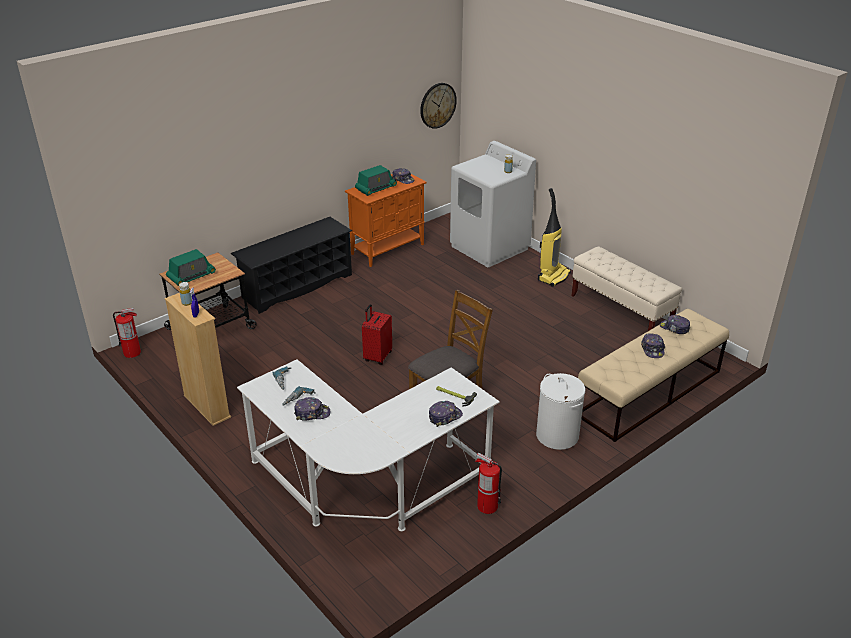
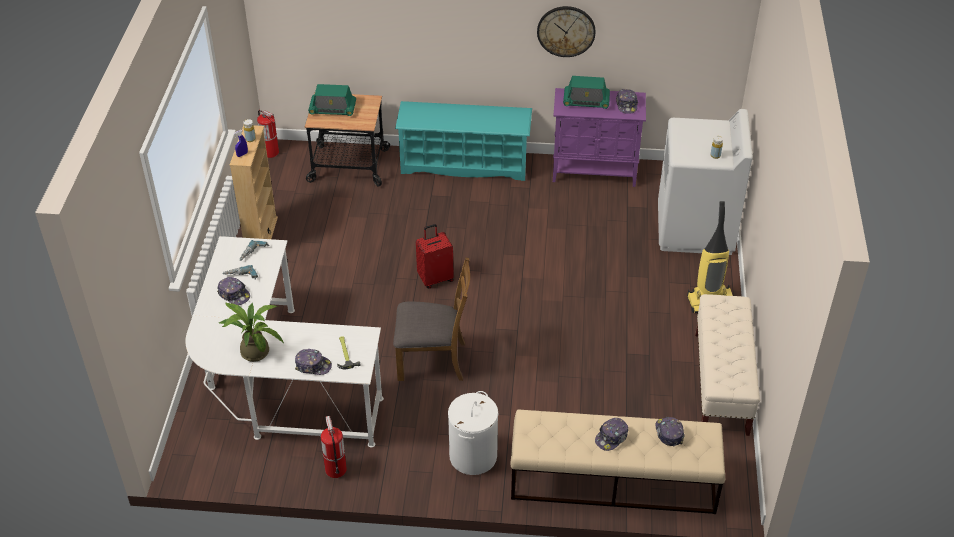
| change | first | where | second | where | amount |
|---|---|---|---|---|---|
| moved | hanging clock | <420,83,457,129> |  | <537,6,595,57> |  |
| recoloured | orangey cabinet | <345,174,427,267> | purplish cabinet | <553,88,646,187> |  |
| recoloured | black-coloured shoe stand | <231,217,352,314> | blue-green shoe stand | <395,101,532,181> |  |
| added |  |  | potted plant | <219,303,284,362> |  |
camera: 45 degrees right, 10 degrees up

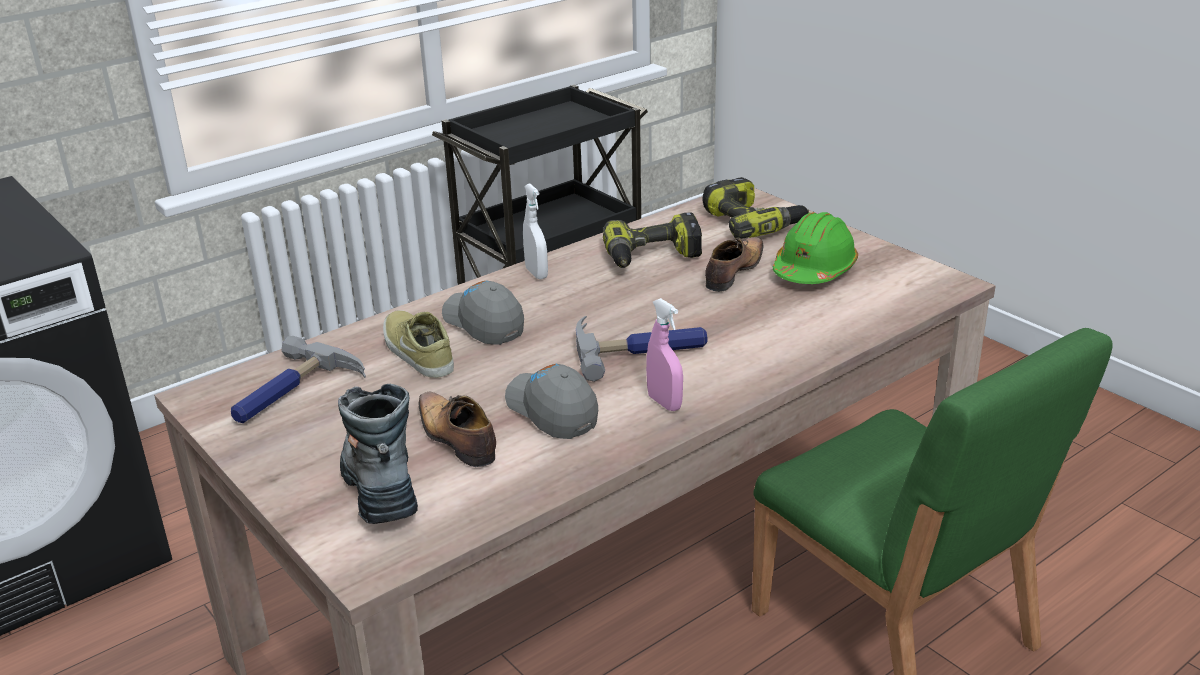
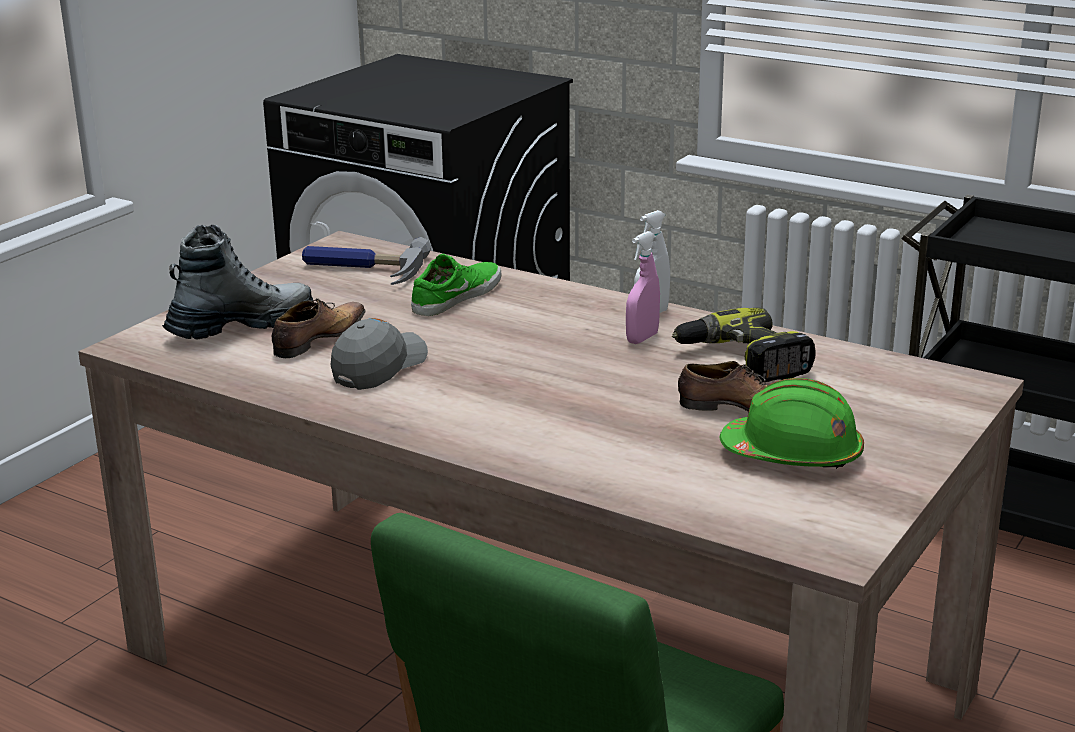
| change | first | where | second | where | amount |
|---|---|---|---|---|---|
| removed | power drill | <702,177,810,239> |  |  |  |
| removed | grey baseball cap | <442,280,524,345> |  |  |  |
| moved | pinkish sprayer | <646,298,683,411> |  | <626,231,660,344> |  |
| recoloured | beige low shoe | <383,310,454,378> | green-coloured low shoe | <411,254,501,316> |  |
| removed | hand hammer | <576,316,707,382> |  |  |  |
camera: 70 degrees right, 5 degrees down

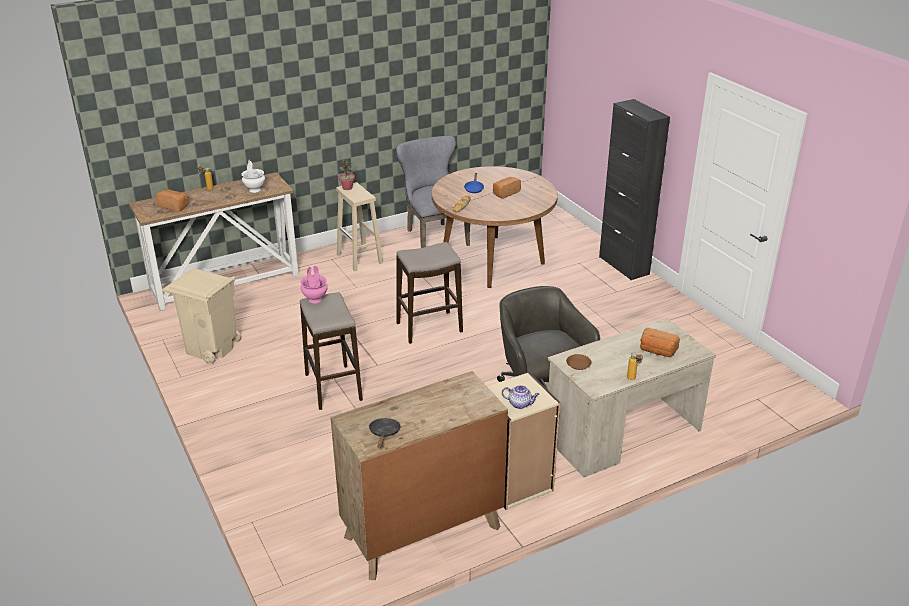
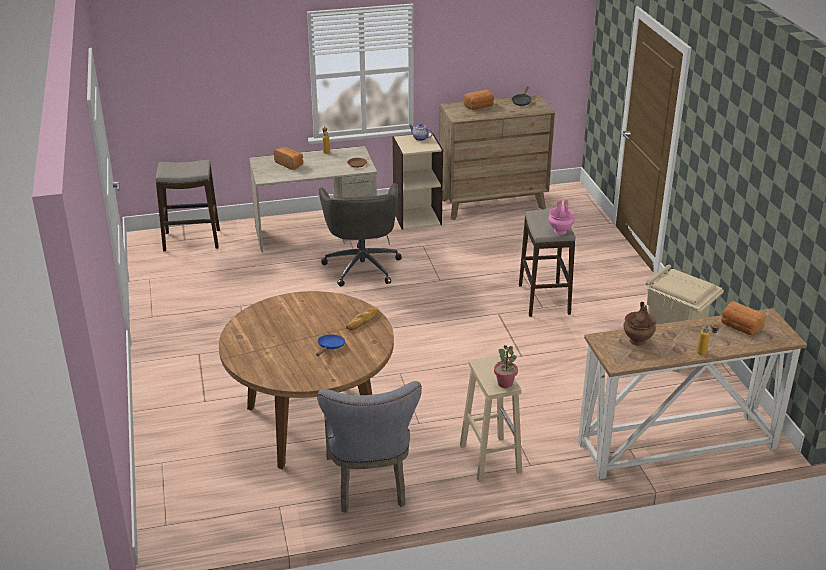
| change | first | where | second | where | amount |
|---|---|---|---|---|---|
| removed | black-coloured cabinet | <599,99,670,280> |  |  |  |
| recoloured | white decorative vase | <242,159,265,193> | brown decorative vase | <623,302,656,346> |  |
| moved | bread | <493,177,521,199> |  | <464,90,494,110> |  |
| moved | stool seat | <396,242,463,344> |  | <155,160,220,252> |  |
camera: 165 degrees left, 0 degrees up

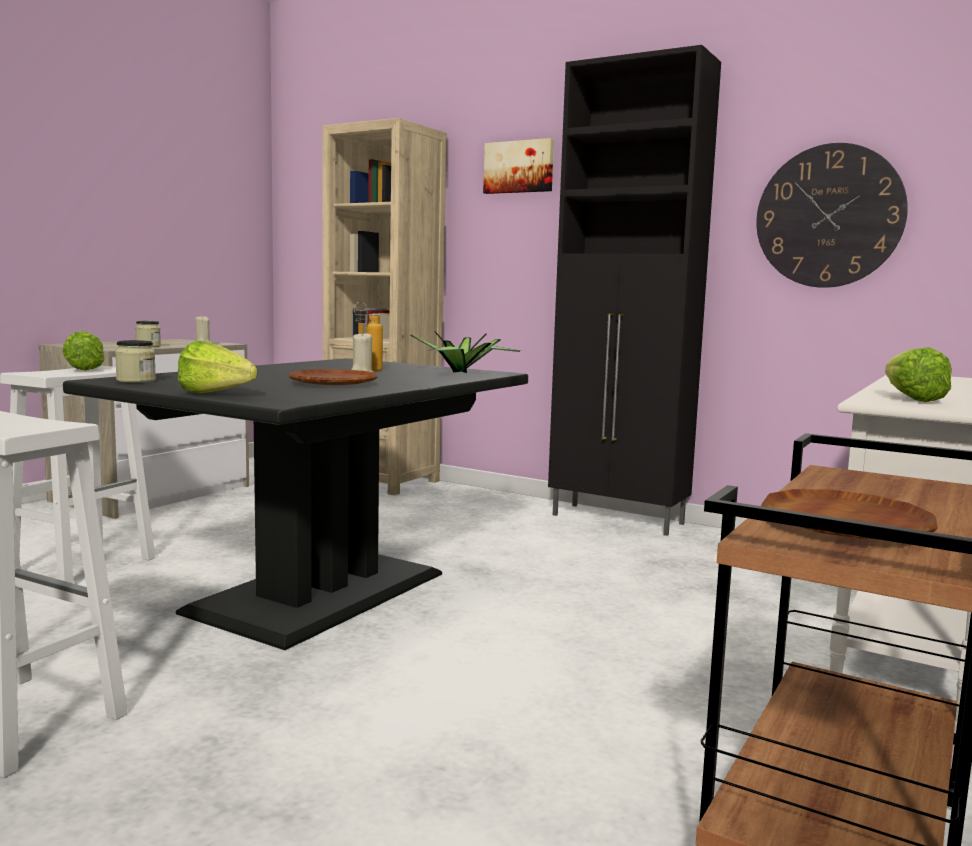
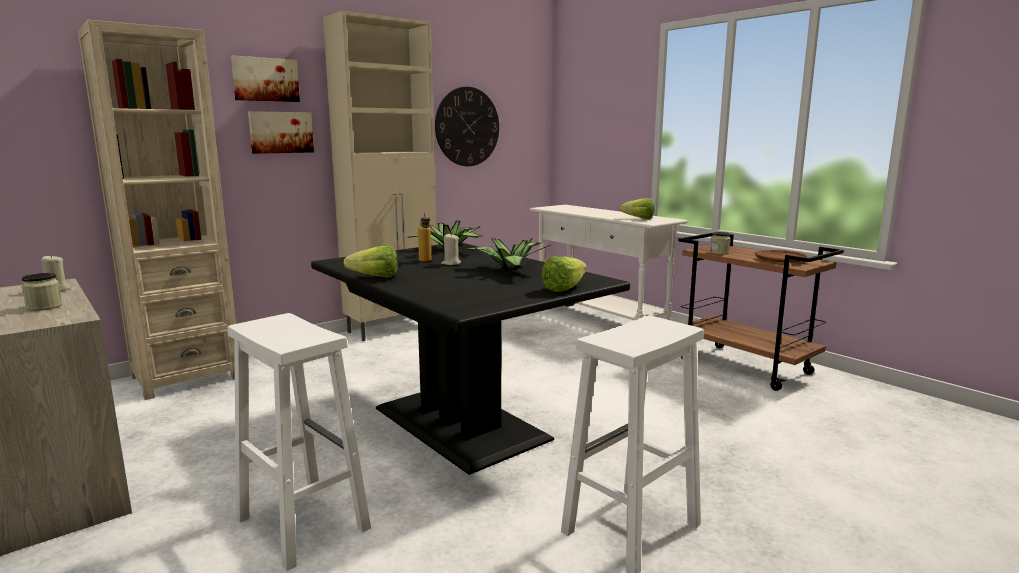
| change | first | where | second | where | amount |
|---|---|---|---|---|---|
| recoloured | black-coloured cabinet | <548,45,721,536> | beige cabinet | <323,11,437,341> |  |
| moved | lettuce head | <62,331,105,370> |  | <344,245,398,278> |  |
| moved | jar | <115,340,156,383> |  | <710,232,731,254> |  |
| replaced | brown plate | <289,369,377,385> | potted plant | <465,238,550,271> |  |
| added |  |  | picture | <248,111,314,154> |  |
camera: 70 degrees left, 5 degrees up

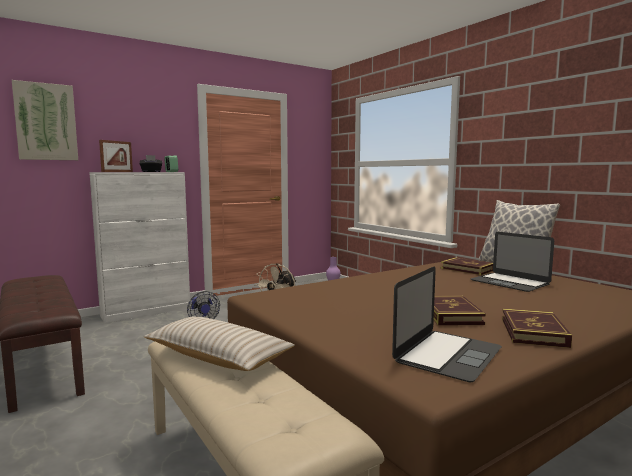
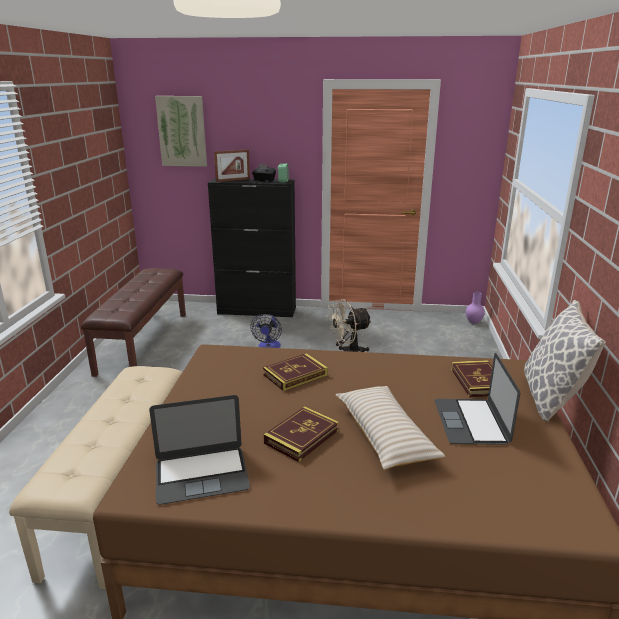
| change | first | where | second | where | amount |
|---|---|---|---|---|---|
| recoloured | white cabinet | <89,172,190,323> | black-coloured cabinet | <208,178,296,317> |  |
| moved | volume | <502,309,572,348> |  | <263,353,328,391> |  |
| moved | beige cushion | <144,316,295,371> |  | <335,386,445,470> |  |
camera: 40 degrees right, 15 degrees up

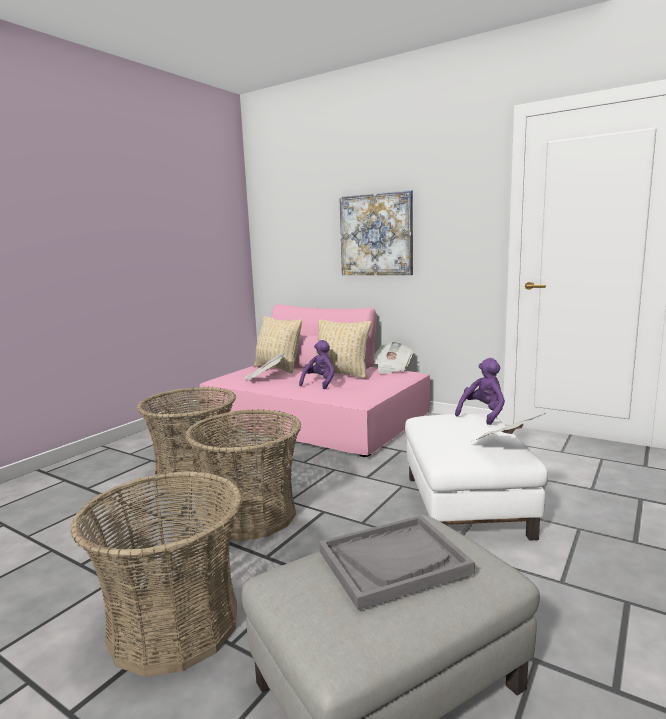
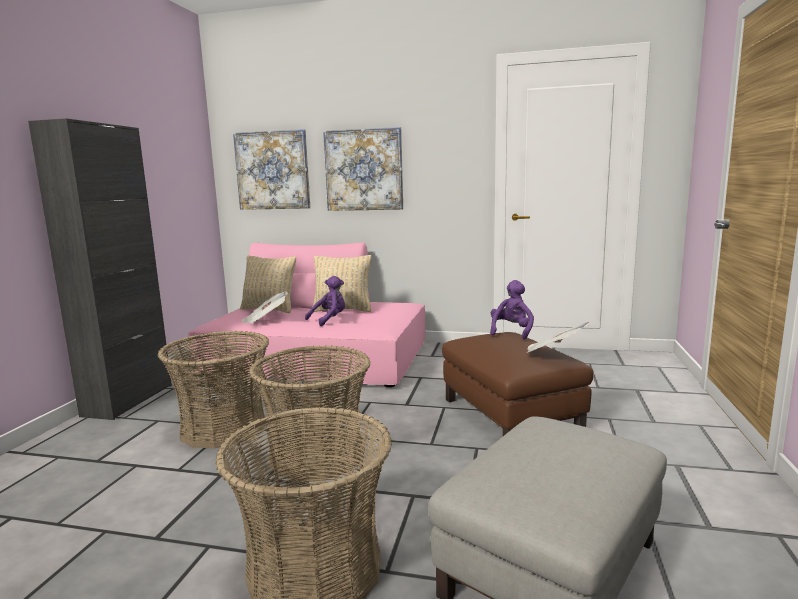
| change | first | where | second | where | amount |
|---|---|---|---|---|---|
| turned | purplish cuddly toy | <299,340,335,389> |  | <305,276,345,326> | 45 degrees clockwise |
| removed | printed paper | <373,342,413,374> |  |  |  |
| recoloured | white ottoman | <405,414,548,540> | brown ottoman | <442,332,593,437> |  |
| removed | grey tray | <319,515,475,610> |  |  |  |
| added |  |  | black-coloured cabinet | <28,118,172,420> |  |
| added |  |  | picture | <233,129,310,210> |  |
camera: 20 degrees left, 0 degrees up

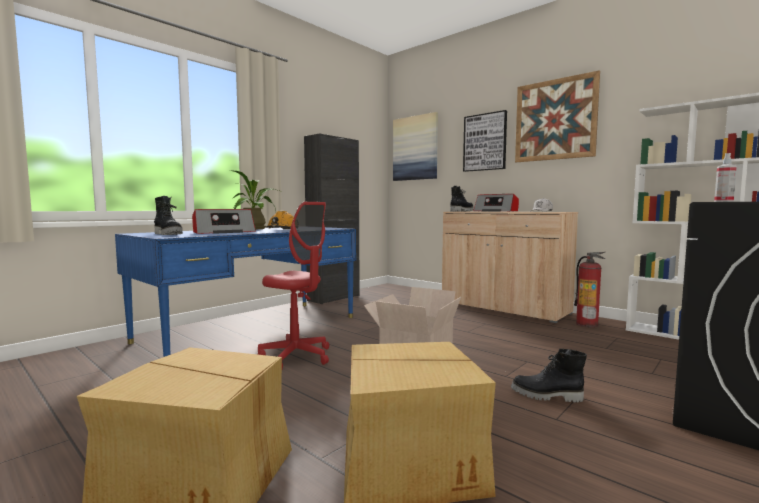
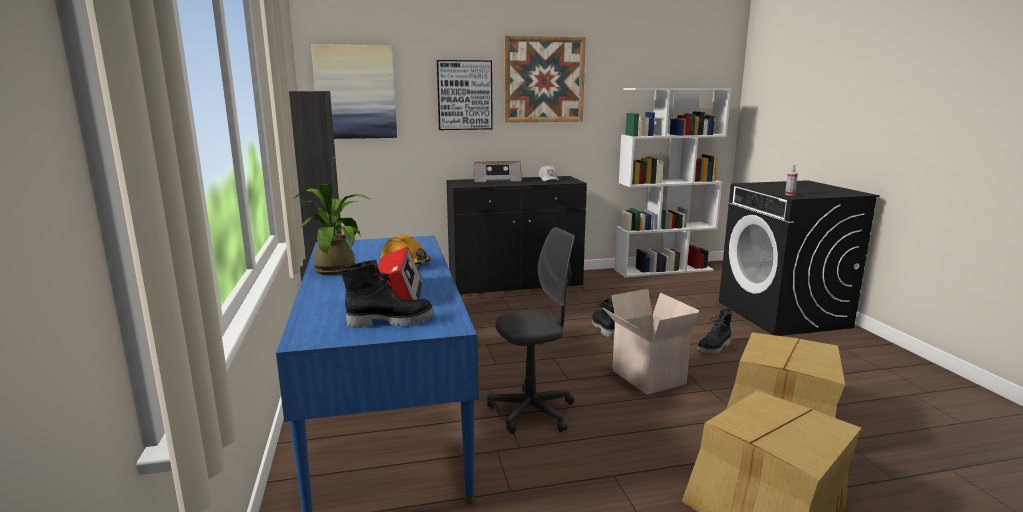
| change | first | where | second | where | amount |
|---|---|---|---|---|---|
| moved | black-coloured tall boot | <450,186,474,211> |  | <592,298,615,337> |  |
| recoloured | red office chair | <258,202,329,369> | grey office chair | <487,227,575,434> |  |
| recoloured | beige cabinet | <442,212,578,323> | black-coloured cabinet | <446,176,587,296> |  |
| removed | extinguisher | <574,252,605,328> |  |  |  |
camera: 55 degrees left, 10 degrees up

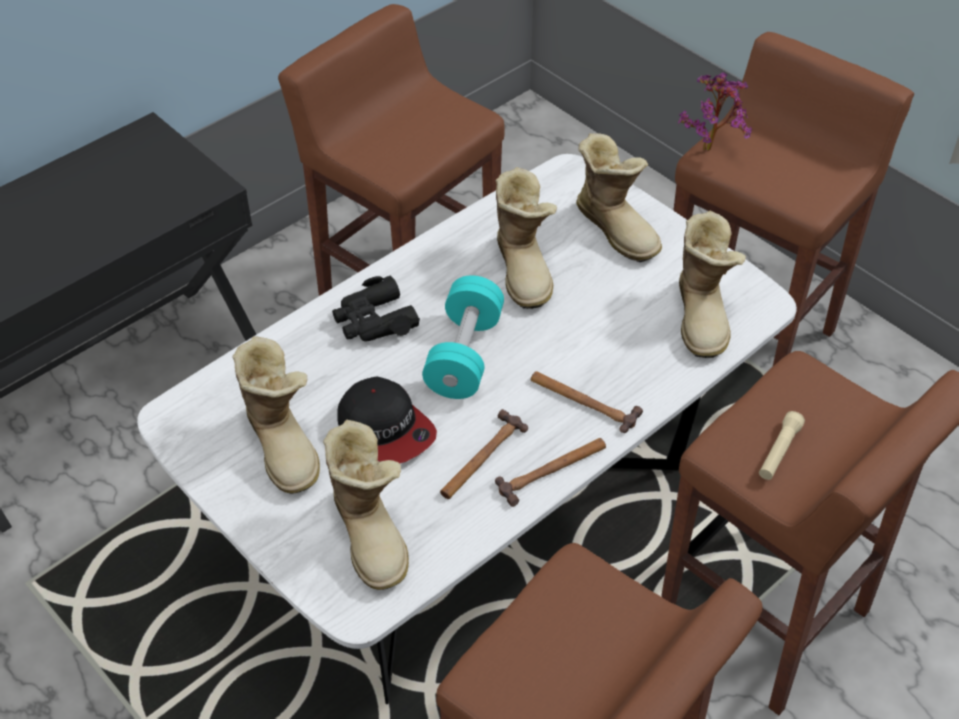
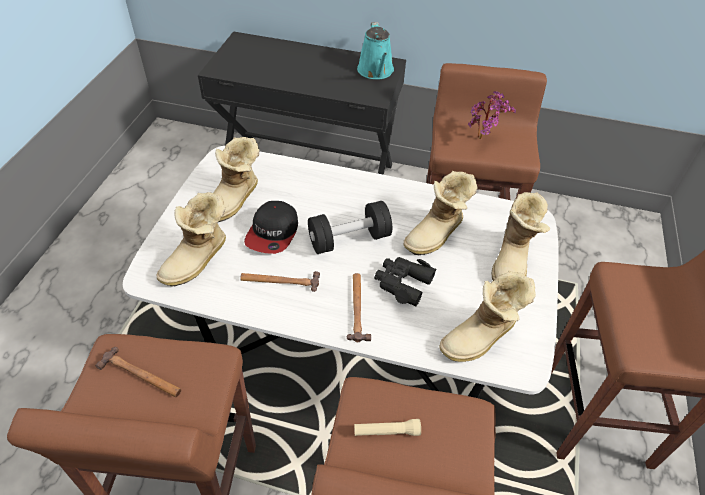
| change | first | where | second | where | amount |
|---|---|---|---|---|---|
| moved | potted plant | <678,72,752,151> |  | <468,91,516,139> |  |
| moved | black-coloured binoculars | <332,275,420,342> |  | <374,257,437,307> |  |
| recoloured | blue-green dumbbell | <422,275,504,399> | black-coloured dumbbell | <308,201,392,254> |  |
| moved | hand hammer | <495,438,606,507> |  | <95,347,181,397> |  |
| added |  |  | blue-green watering can | <357,22,394,79> |  |
camera: 55 degrees right, 0 degrees up

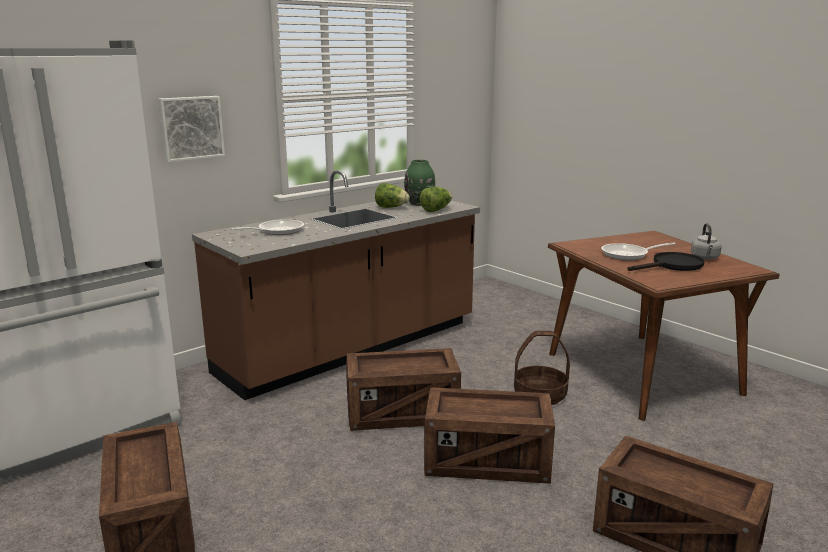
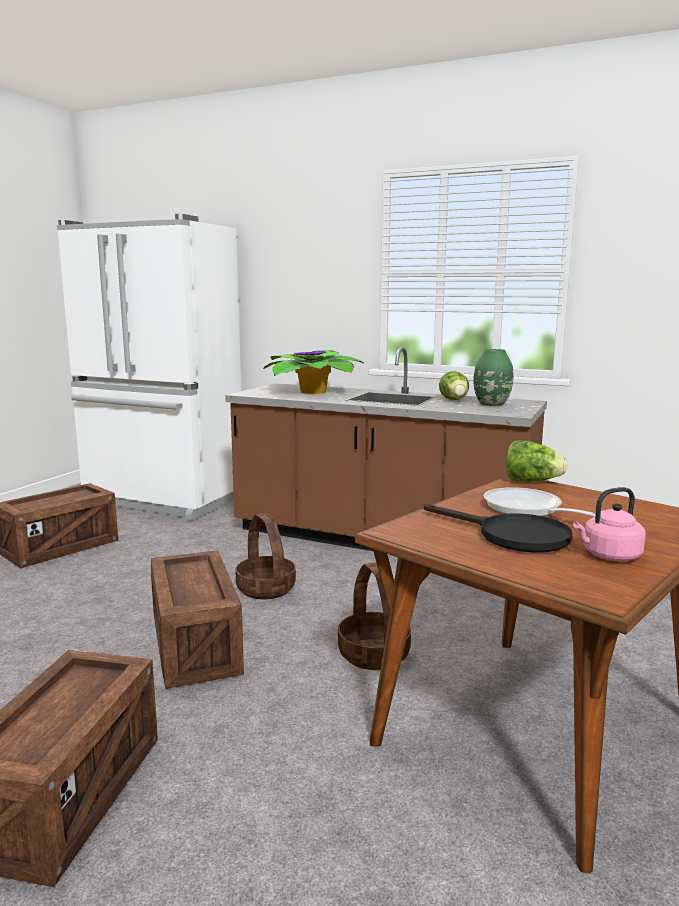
| change | first | where | second | where | amount |
|---|---|---|---|---|---|
| removed | picture | <158,96,225,162> |  |  |  |
| moved | lettuce head | <419,187,452,212> |  | <506,441,568,482> |  |
| replaced | frying pan | <231,220,304,235> | potted plant | <263,350,365,394> |  |
| recoloured | grey tea kettle | <691,223,722,260> | pinkish tea kettle | <573,487,646,561> |  |
| replaced | packing crate | <346,348,461,431> | basket | <235,513,296,599> |  |
camera: 65 degrees right, 5 degrees down

